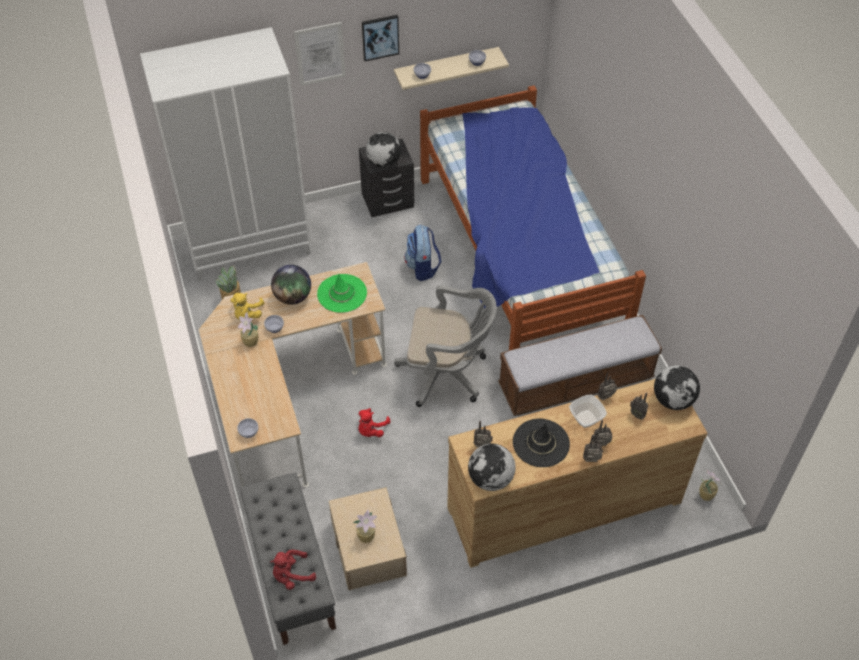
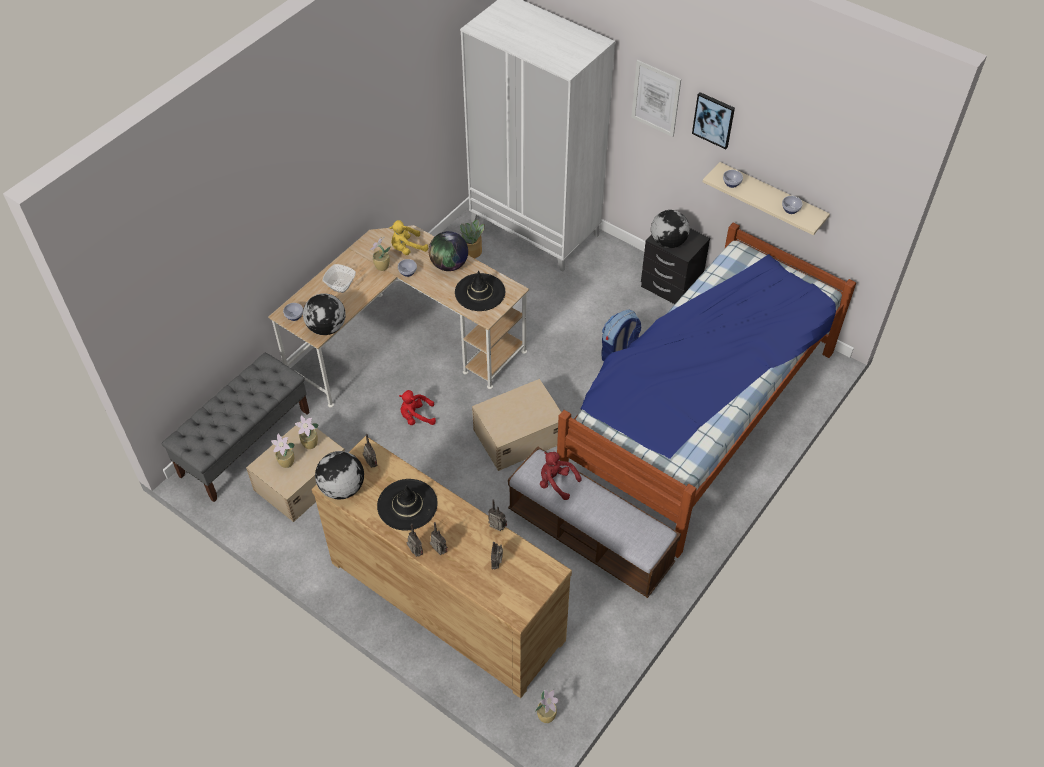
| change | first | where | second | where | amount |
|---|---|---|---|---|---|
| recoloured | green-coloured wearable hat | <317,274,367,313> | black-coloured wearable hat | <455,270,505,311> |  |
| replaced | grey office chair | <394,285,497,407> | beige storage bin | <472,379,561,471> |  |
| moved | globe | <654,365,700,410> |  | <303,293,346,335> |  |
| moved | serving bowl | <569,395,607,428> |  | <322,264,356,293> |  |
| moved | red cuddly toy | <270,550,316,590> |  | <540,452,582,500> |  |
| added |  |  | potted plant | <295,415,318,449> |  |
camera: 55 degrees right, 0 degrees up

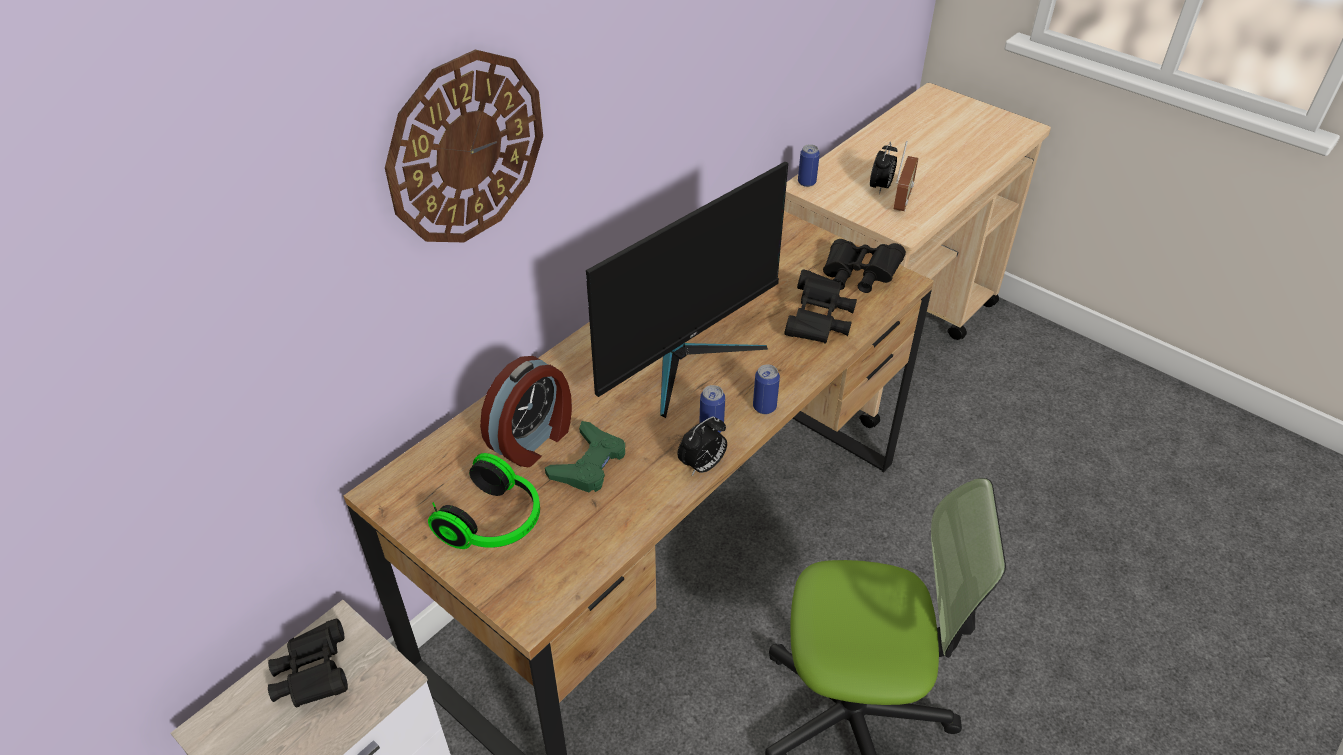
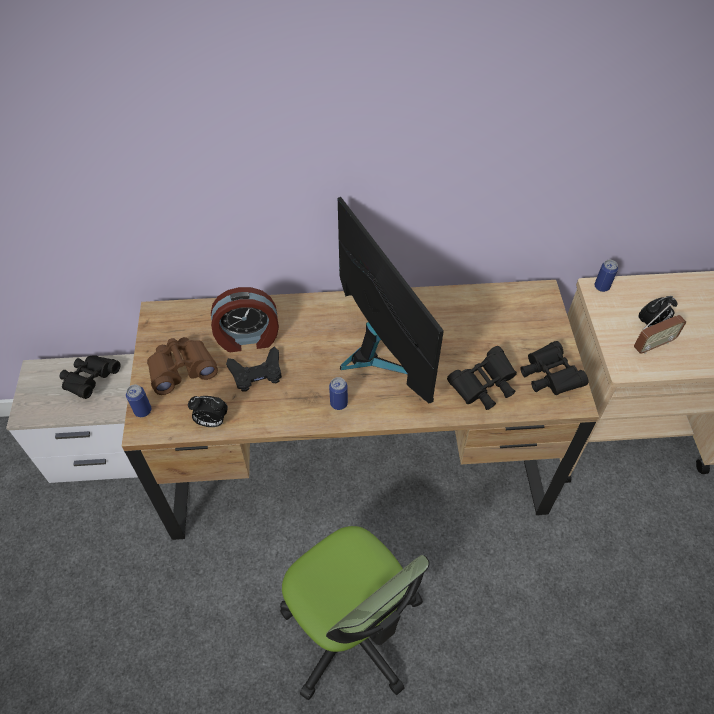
| change | first | where | second | where | amount |
|---|---|---|---|---|---|
| removed | hanging clock | <385,49,543,242> |  |  |  |
| turned | computer display | <586,162,788,418> |  | <338,197,444,403> | 120 degrees counterclockwise |
| moved | can | <753,364,780,414> |  | <126,385,151,417> |  |
| moved | alarm clock | <677,416,727,476> |  | <188,396,228,427> |  |
| recoloured | green-coloured game controller | <545,421,625,493> | black-coloured game controller | <226,346,282,392> |  |
| replaced | headphones | <428,453,540,549> | brown binoculars | <147,337,218,395> |  |
camera: 45 degrees right, 10 degrees up

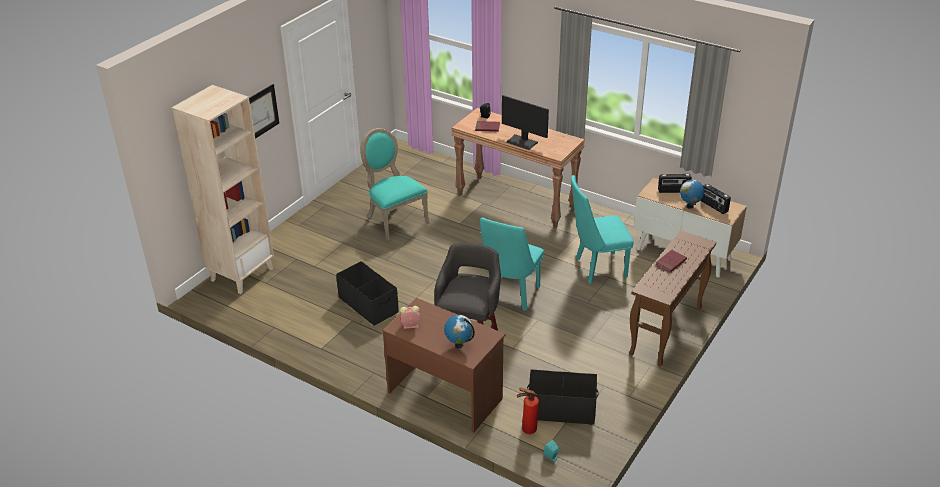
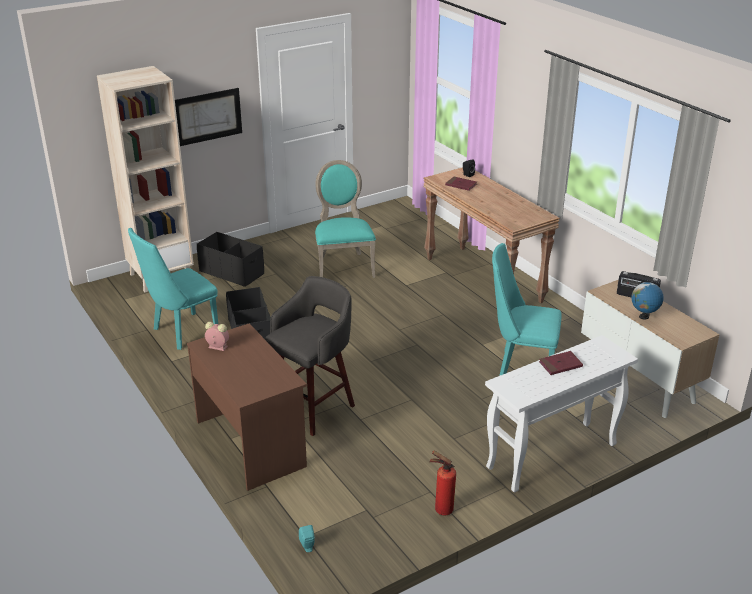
| change | first | where | second | where | amount |
|---|---|---|---|---|---|
| removed | computer display | <502,95,549,150> |  |  |  |
| removed | radio receiver | <701,184,731,214> |  |  |  |
| moved | blue-green plain chair | <480,217,544,311> |  | <128,228,218,350> |  |
| recoloured | brown console table | <629,230,716,367> | white console table | <485,335,638,493> |  |
| removed | globe | <444,315,475,348> |  |  |  |
| moved | black-coloured storage bin | <527,369,599,425> |  | <197,232,264,287> |  |
| moved | extinguisher | <517,388,539,434> |  | <429,451,456,515> |  |
camera: 25 degrees right, 5 degrees down

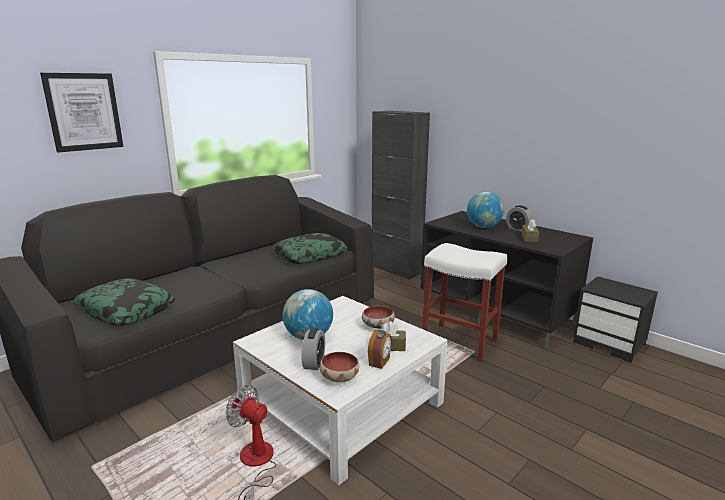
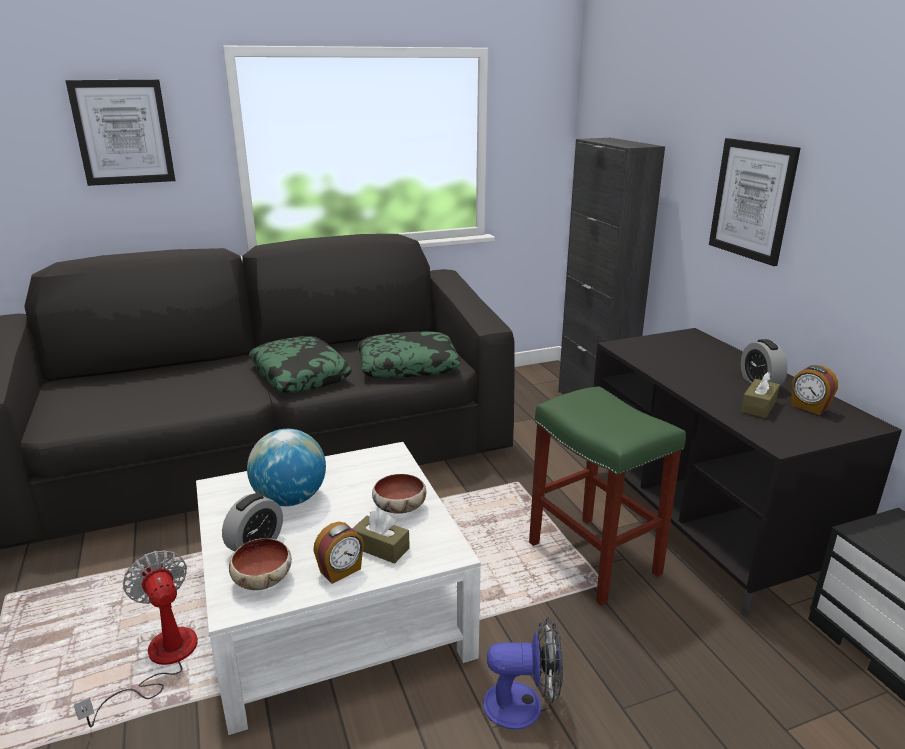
| change | first | where | second | where | amount |
|---|---|---|---|---|---|
| removed | globe | <467,192,504,228> |  |  |  |
| recoloured | white stool seat | <422,243,508,362> | green-coloured stool seat | <529,386,686,605> |  |
| moved | cushion | <73,278,175,326> |  | <249,336,352,393> |  |
| added |  |  | picture | <709,138,800,266> |  |
| added |  |  | alarm clock | <791,365,838,415> |  |
| added |  |  | fan | <483,617,563,730> |  |
camera: 25 degrees right, 5 degrees up

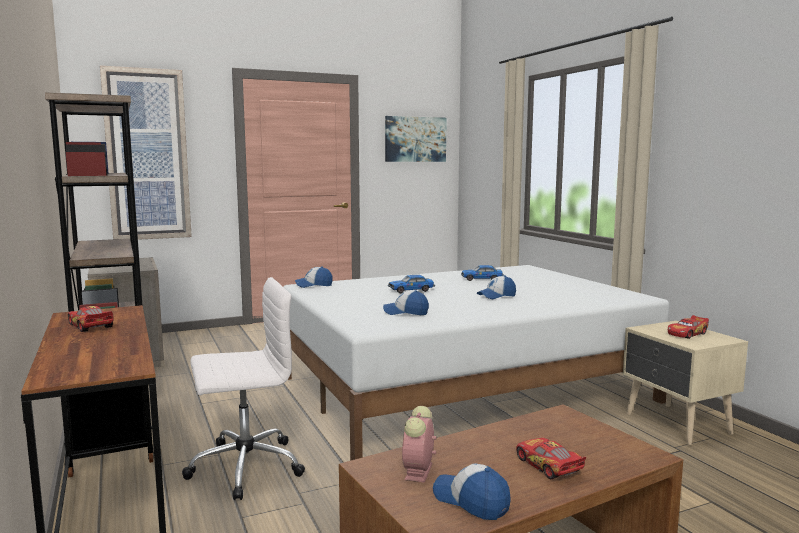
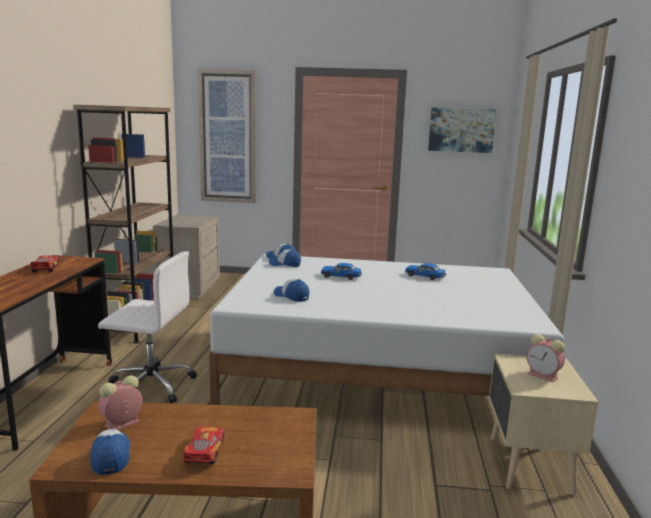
| change | first | where | second | where | amount |
|---|---|---|---|---|---|
| moved | baseball cap | <477,275,516,299> |  | <269,249,301,267> |  |
| replaced | model car | <668,315,709,339> | alarm clock | <527,334,565,382> |  |
camera: 30 degrees right, 5 degrees up

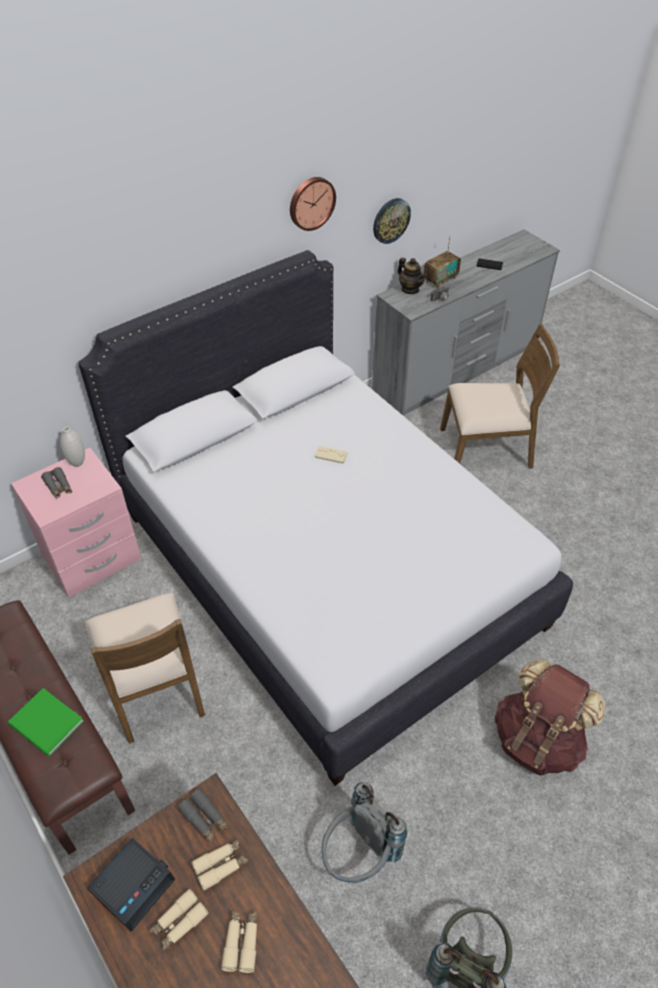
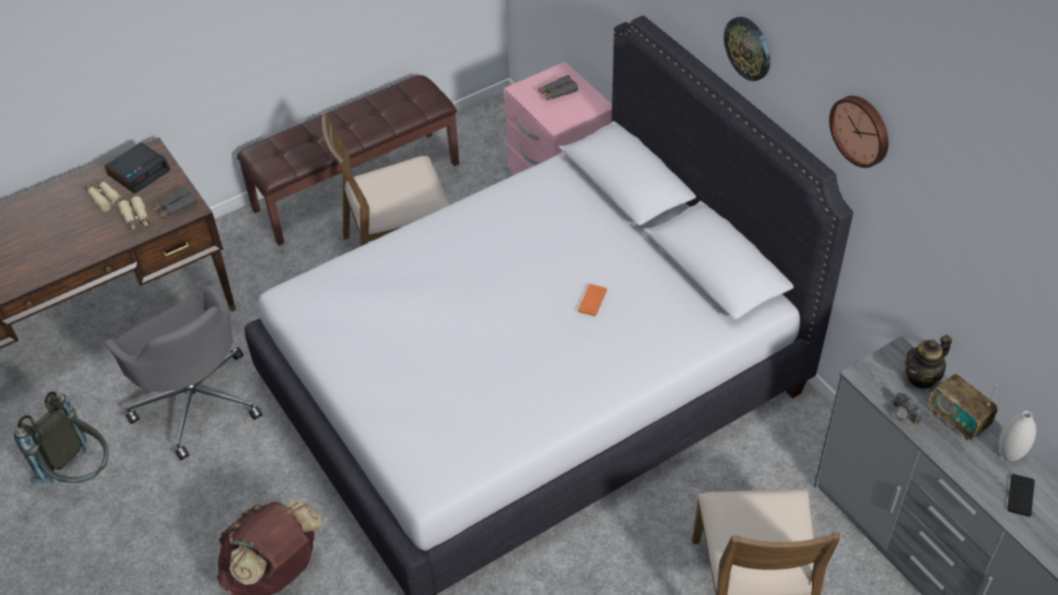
| change | first | where | second | where | amount |
|---|---|---|---|---|---|
| moved | hanging clock | <373,198,411,244> |  | <724,17,770,81> |  |
| moved | white decorative vase | <60,427,85,467> |  | <999,411,1036,461> |  |
| recoloured | beige game controller | <315,446,347,464> | orangey game controller | <578,284,607,316> |  |
| removed | green-coloured volume | <8,688,84,756> |  |  |  |
| replaced | grey rucksack | <322,782,407,883> | grey office chair | <103,284,262,460> |  |
| turned | alarm clock | <87,838,175,932> |  | <105,142,170,194> | 90 degrees counterclockwise |
| removed | beige binoculars | <221,910,257,973> |  |  |  |
camera: 95 degrees right, 0 degrees up

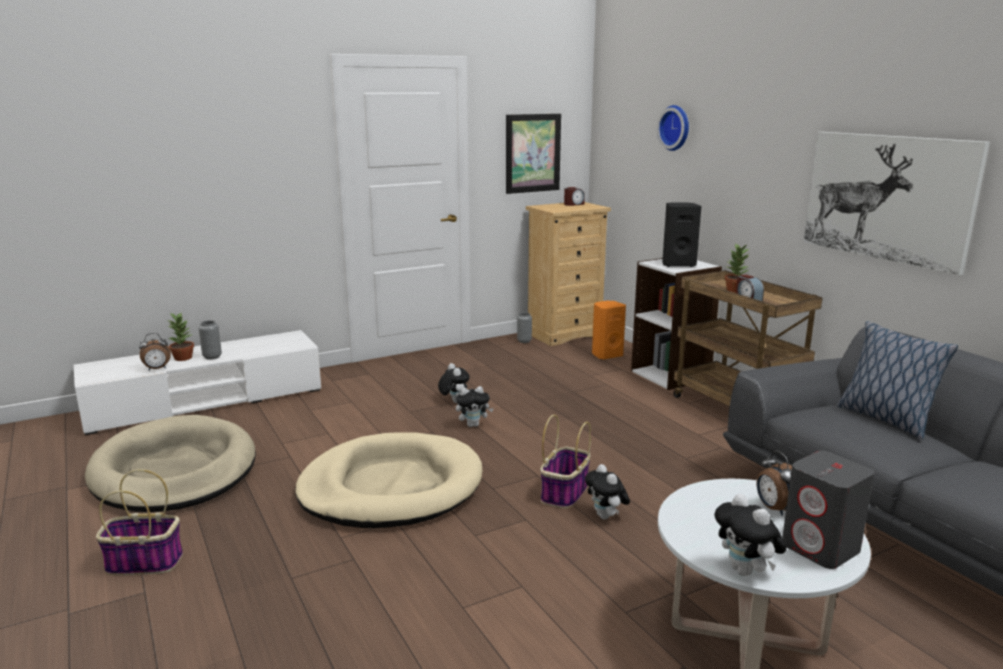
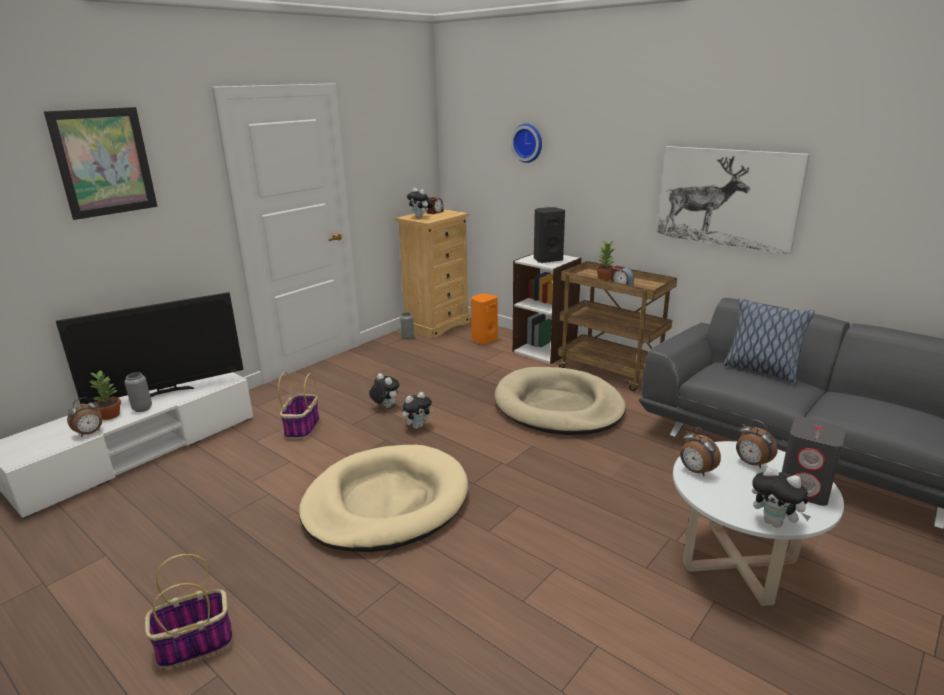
| change | first | where | second | where | amount |
|---|---|---|---|---|---|
| moved | picture | <506,114,561,194> |  | <44,107,158,220> |  |
| moved | beige dog bed | <85,415,256,512> |  | <495,367,626,435> |  |
| moved | basket | <540,415,591,508> |  | <278,372,319,439> |  |
| moved | cuddly toy | <585,464,630,519> |  | <407,188,433,218> |  |
| added |  |  | television | <56,292,244,404> |  |
| added |  |  | alarm clock | <680,427,721,477> |  |
camera: 20 degrees left, 5 degrees up

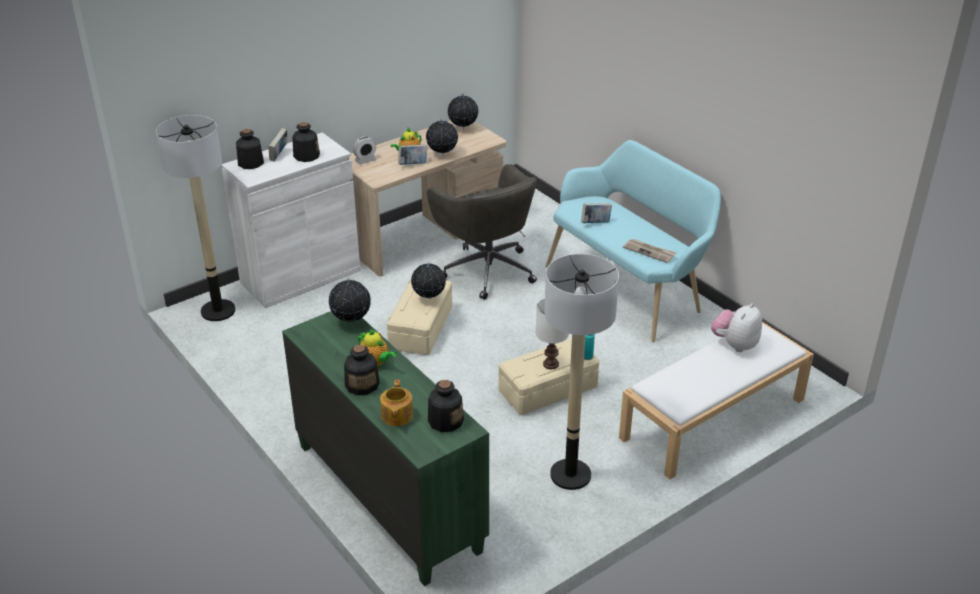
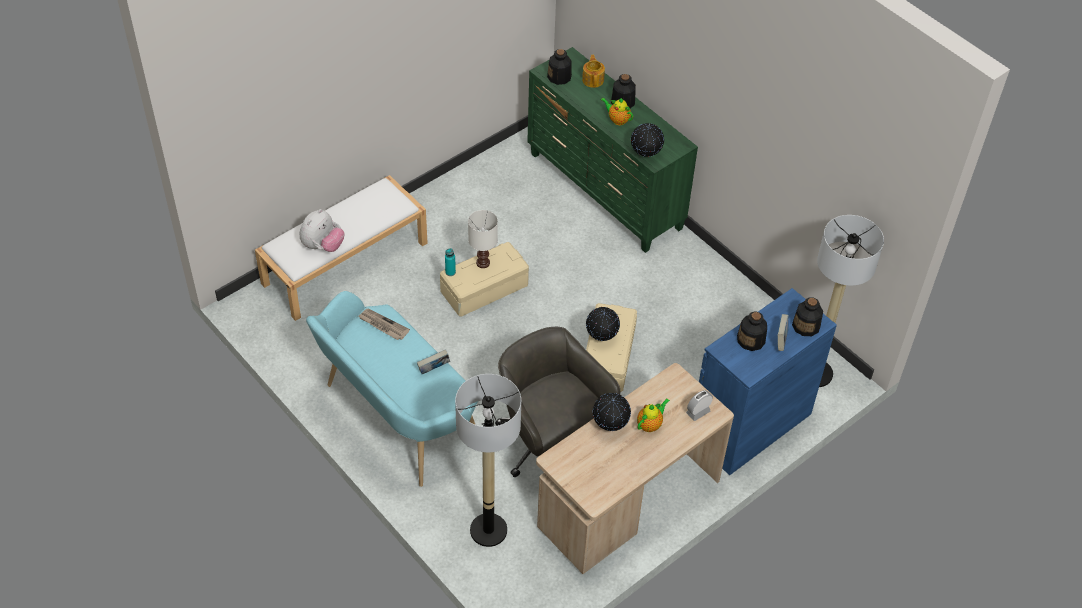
| change | first | where | second | where | amount |
|---|---|---|---|---|---|
| removed | globe | <448,93,478,129> |  |  |  |
| recoloured | white cabinet | <221,132,360,308> | bluish cabinet | <699,288,837,475> |  |
| removed | volume | <398,145,427,165> |  |  |  |
| moved | standard lamp | <544,254,619,490> |  | <455,374,521,547> |  |
camera: 175 degrees right, 15 degrees up

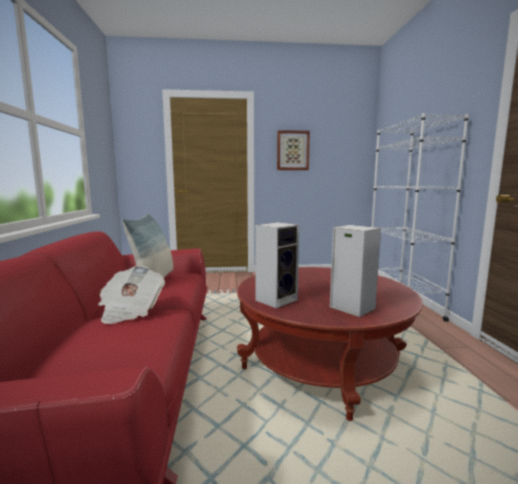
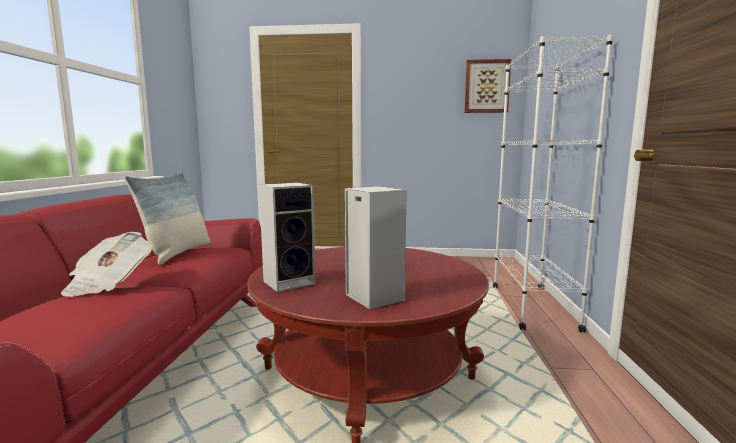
| change | first | where | second | where | amount |
|---|---|---|---|---|---|
| moved | picture | <277,130,310,170> |  | <464,59,511,113> |  |
camera: 10 degrees right, 0 degrees up

